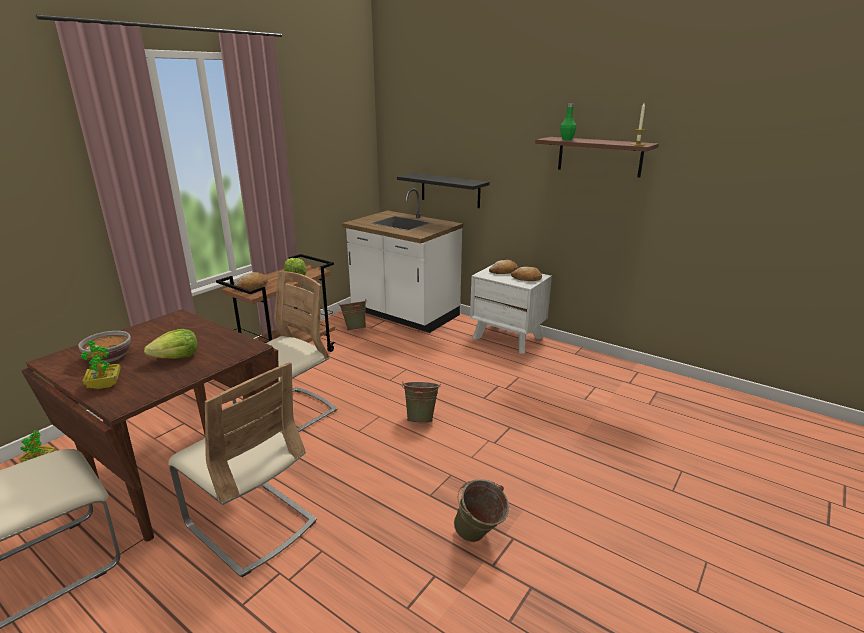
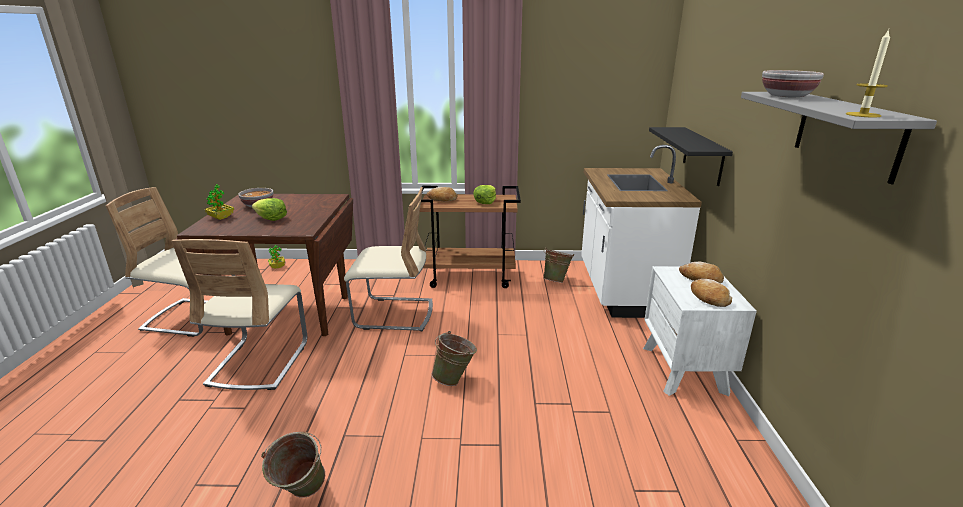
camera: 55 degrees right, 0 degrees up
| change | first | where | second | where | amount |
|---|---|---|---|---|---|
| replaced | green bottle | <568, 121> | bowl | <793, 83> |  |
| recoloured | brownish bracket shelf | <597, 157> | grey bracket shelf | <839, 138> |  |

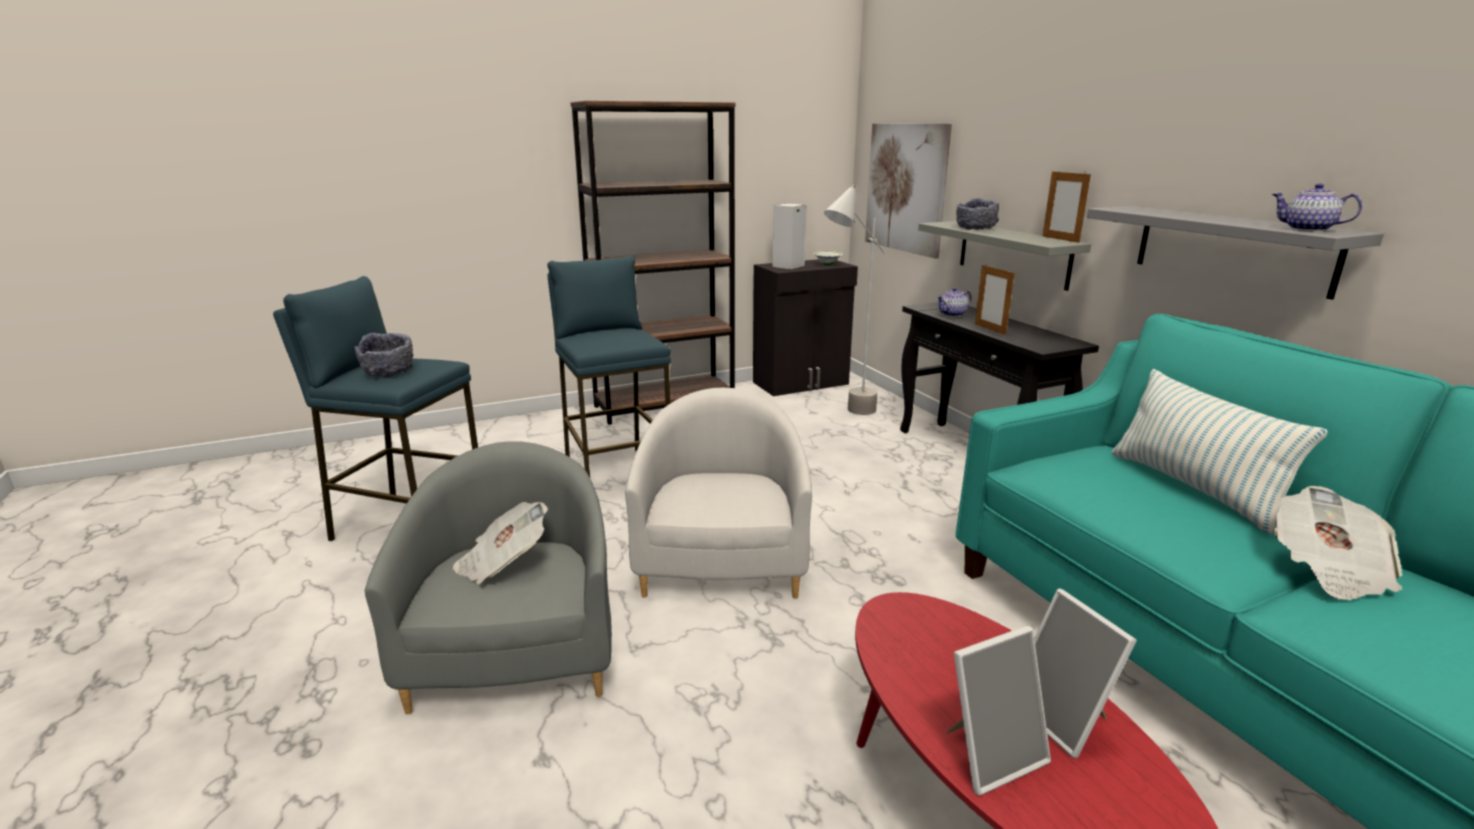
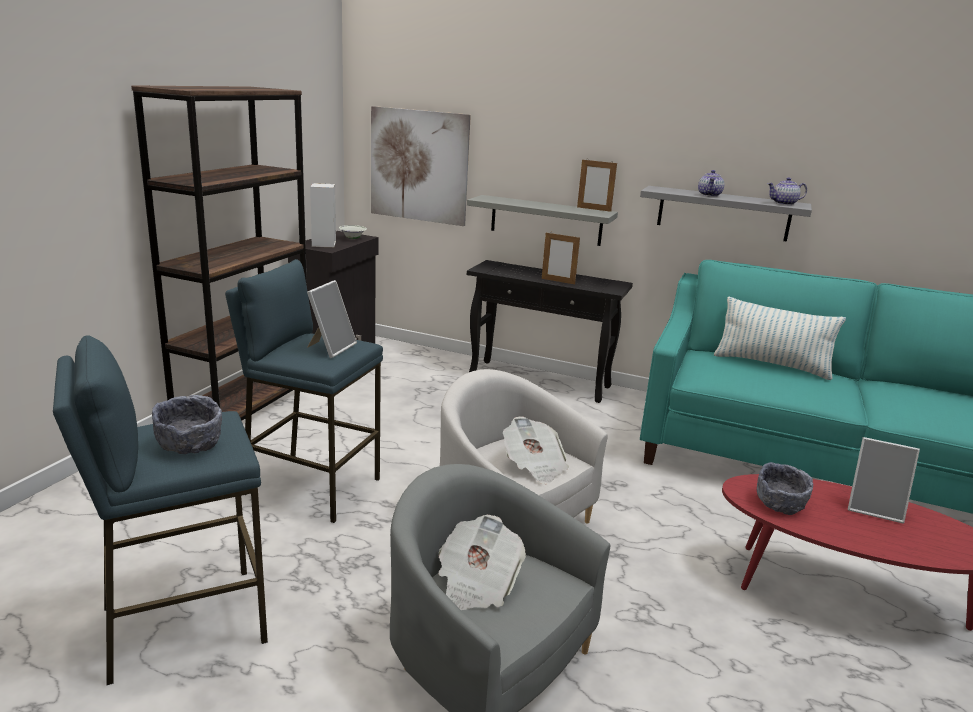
camera: 45 degrees left, 0 degrees up
| change | first | where | second | where | amount |
|---|---|---|---|---|---|
| removed | grey floor lamp | <854, 299> |  |  |  |
| moved | tea pot | <954, 302> |  | <711, 183> |  |
| moved | standing frame | <998, 711> |  | <332, 319> |  |
| moved | grey bowl | <977, 214> |  | <785, 488> |  |
| moved | printed paper | <1338, 543> |  | <536, 450> |  |

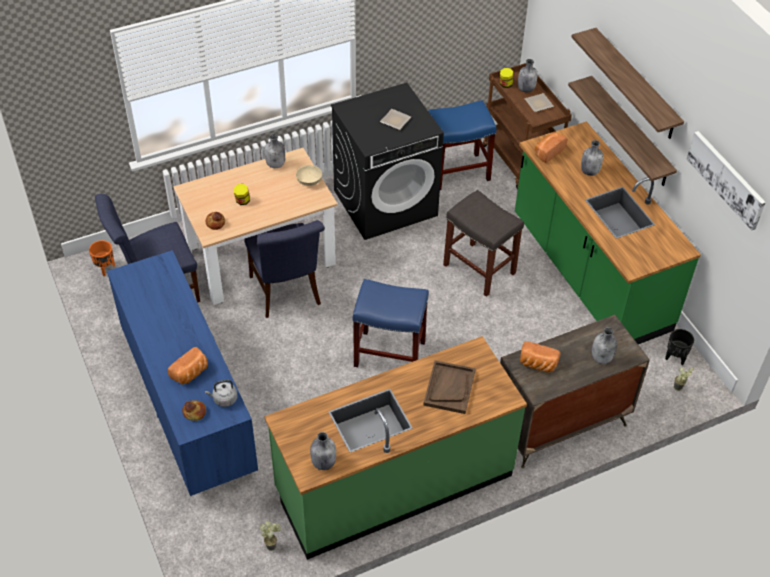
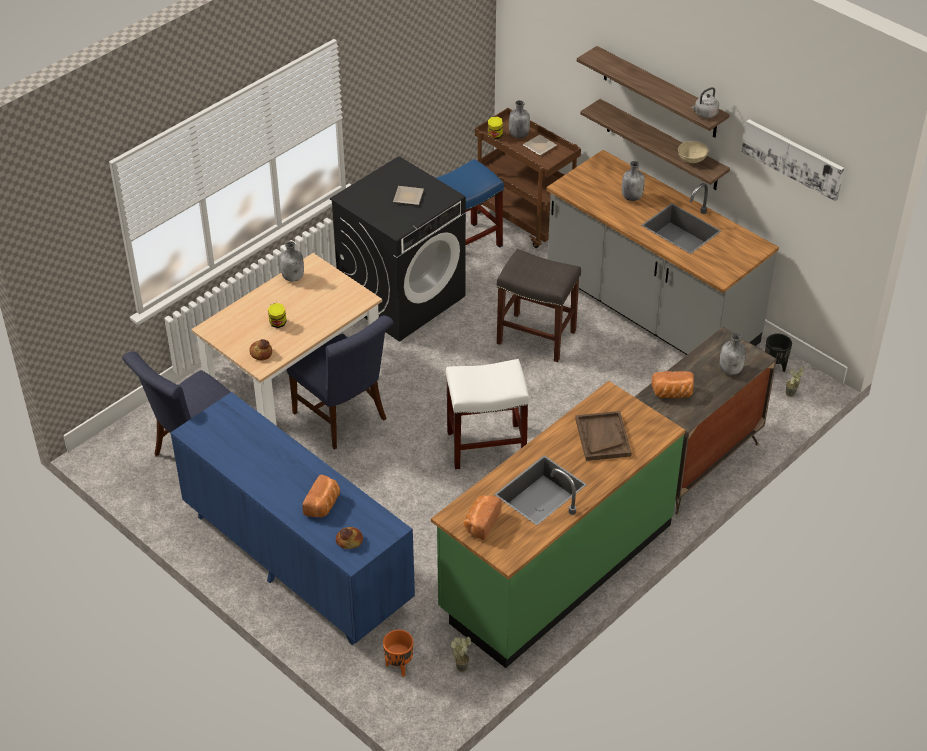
camera: 20 degrees left, 5 degrees down
| change | first | where | second | where | amount |
|---|---|---|---|---|---|
| removed | grey bottle | <323, 451> |  |  |  |
| moved | orange-coloured flower pot | <102, 258> |  | <398, 653> |  |
| moved | grey tea kettle | <221, 393> |  | <705, 102> |  |
| moved | beige-coloured bowl | <308, 175> |  | <693, 152> |  |
| moved | bakery bread | <551, 148> |  | <483, 517> |  |
| recoloured | blue stool seat | <391, 323> | white-coloured stool seat | <487, 414> |  |
| recoloured | green kitchen counter | <608, 232> | grey kitchen counter | <662, 252> |  |

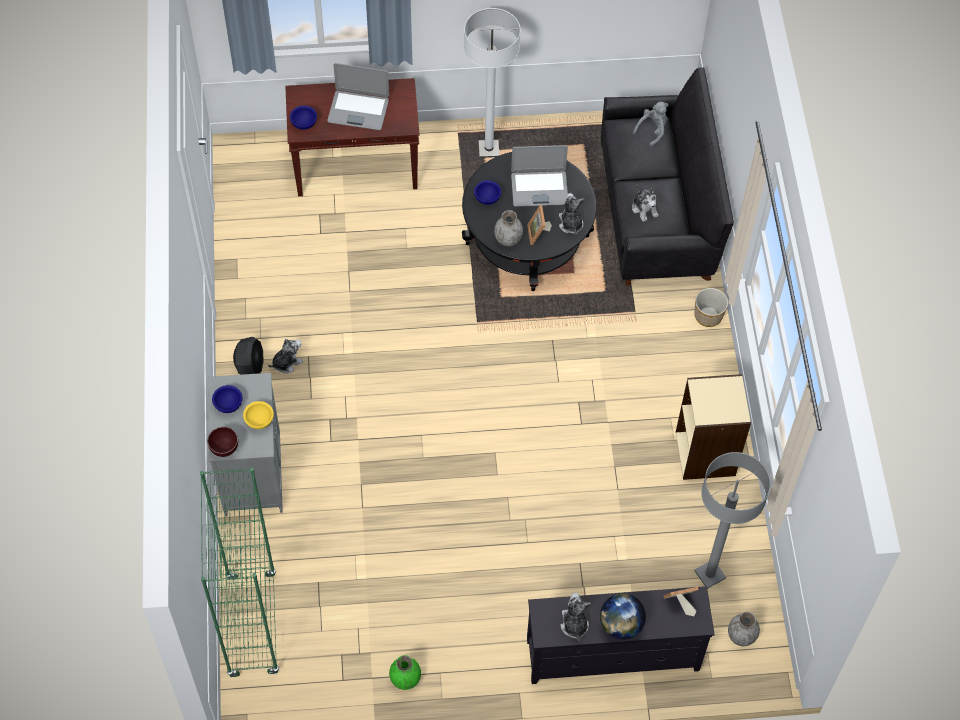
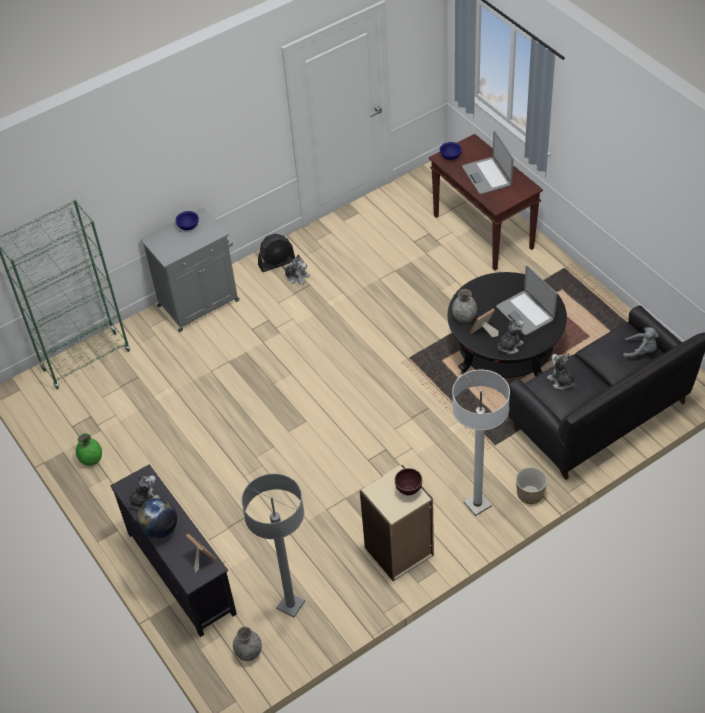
camera: 65 degrees right, 10 degrees down
| change | first | where | second | where | amount |
|---|---|---|---|---|---|
| removed | yellow-coloured bowl | <258, 415> |  |  |  |
| removed | blue bowl | <487, 192> |  |  |  |
| moved | brownish bowl | <222, 442> |  | <408, 481> |  |
| moved | white-coloured floor lamp | <492, 83> |  | <481, 442> |  |
| turned | plush toy | <645, 204> |  | <561, 371> | 105 degrees clockwise |

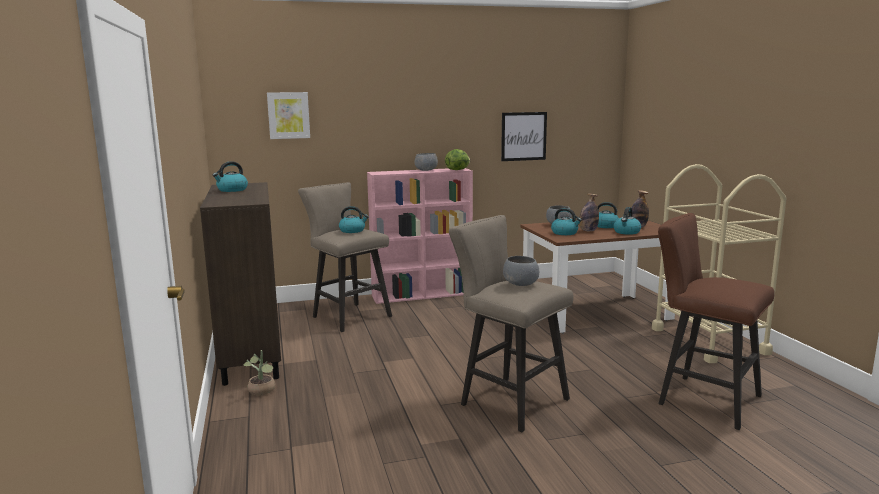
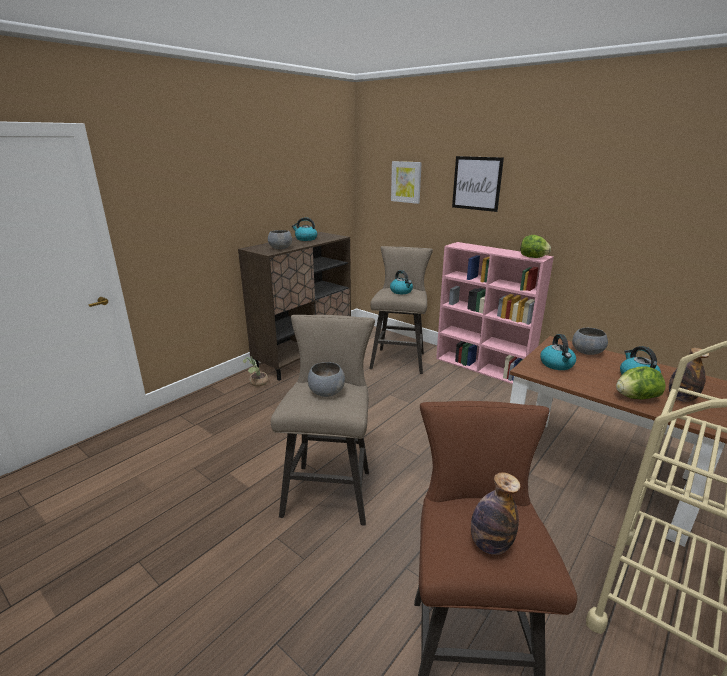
camera: 55 degrees right, 10 degrees up
| change | first | where | second | where | amount |
|---|---|---|---|---|---|
| moved | grey bowl | <426, 162> |  | <280, 239> |  |
| moved | picture | <524, 136> |  | <478, 184> |  |
| moved | bottle | <589, 213> |  | <495, 513> |  |
| replaced | tea kettle | <627, 221> | head of lettuce | <641, 383> |  |

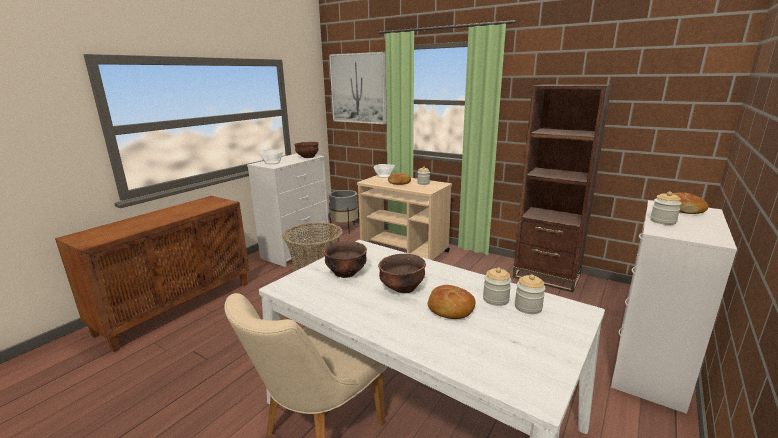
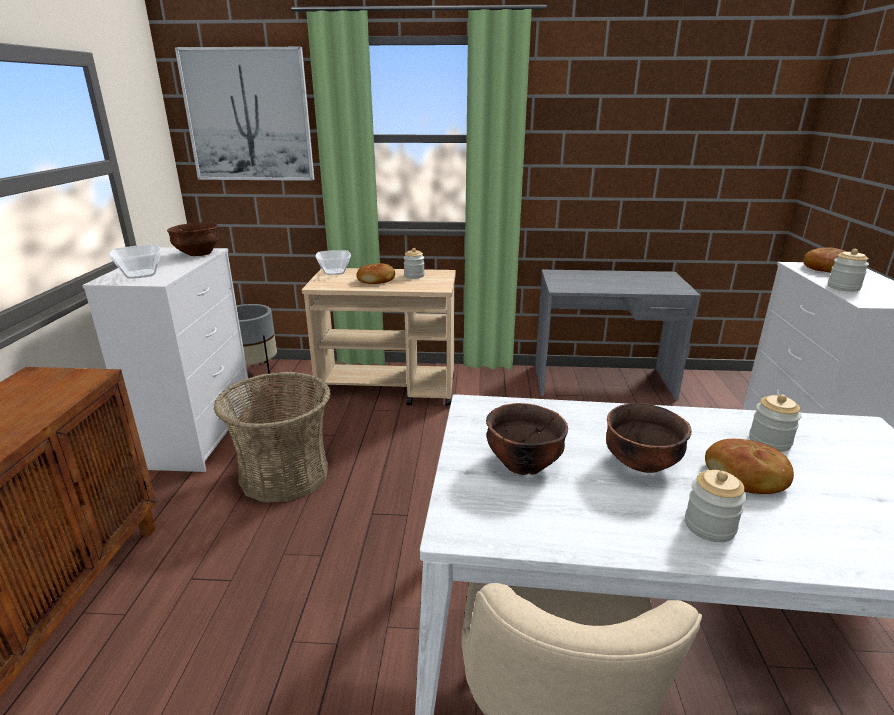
camera: 30 degrees left, 5 degrees up
| change | first | where | second | where | amount |
|---|---|---|---|---|---|
| moved | jar | <530, 294> |  | <715, 506> |  |
| replaced | brownish bookshelf | <562, 188> | grey desk table | <618, 335> |  |

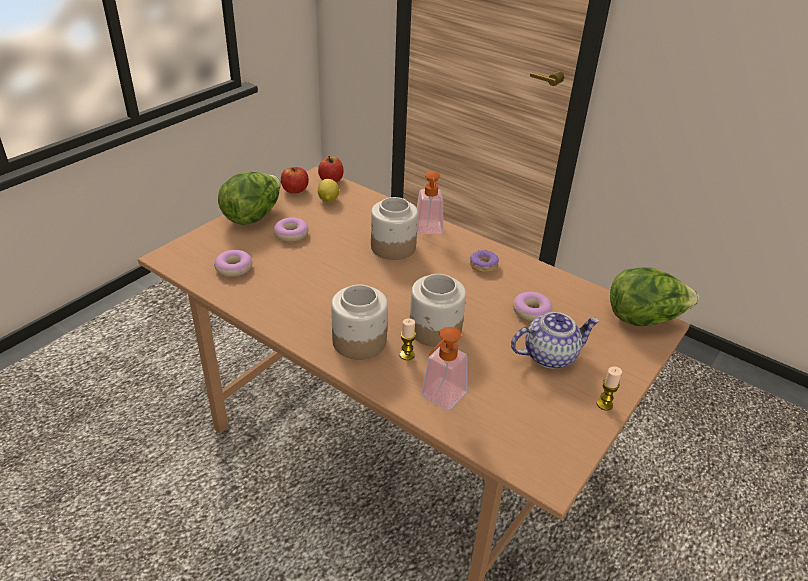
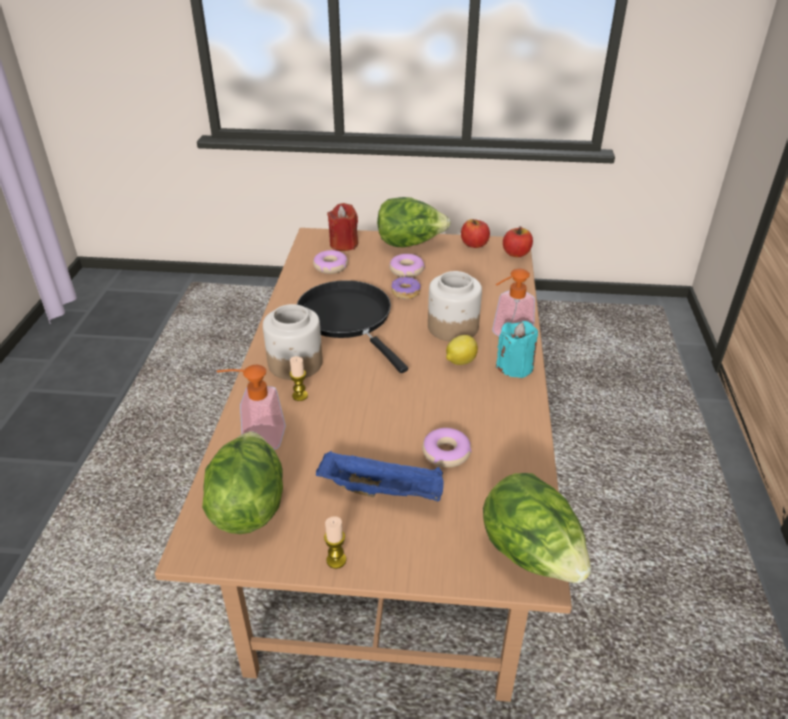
camera: 60 degrees right, 0 degrees up
| change | first | where | second | where | amount |
|---|---|---|---|---|---|
| removed | jar | <438, 310> |  |  |  |
| added |  |  | head of lettuce | <242, 482> |  |
| added |  |  | black-coloured frying pan | <352, 326> |  |
| added |  |  | red wax light | <342, 227> |  |
| added |  |  | blue-green wax light | <517, 349> |  |
| moved | whole lemon | <328, 191> |  | <462, 350> |  |
| moved | ring doughnut | <484, 261> |  | <406, 288> |  |
| replaced | tea pot | <555, 340> | blue carrying tray | <380, 475> |  |

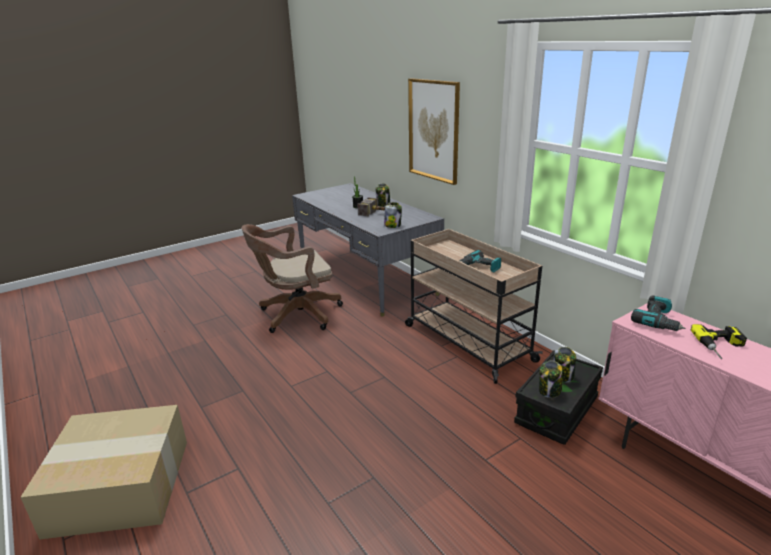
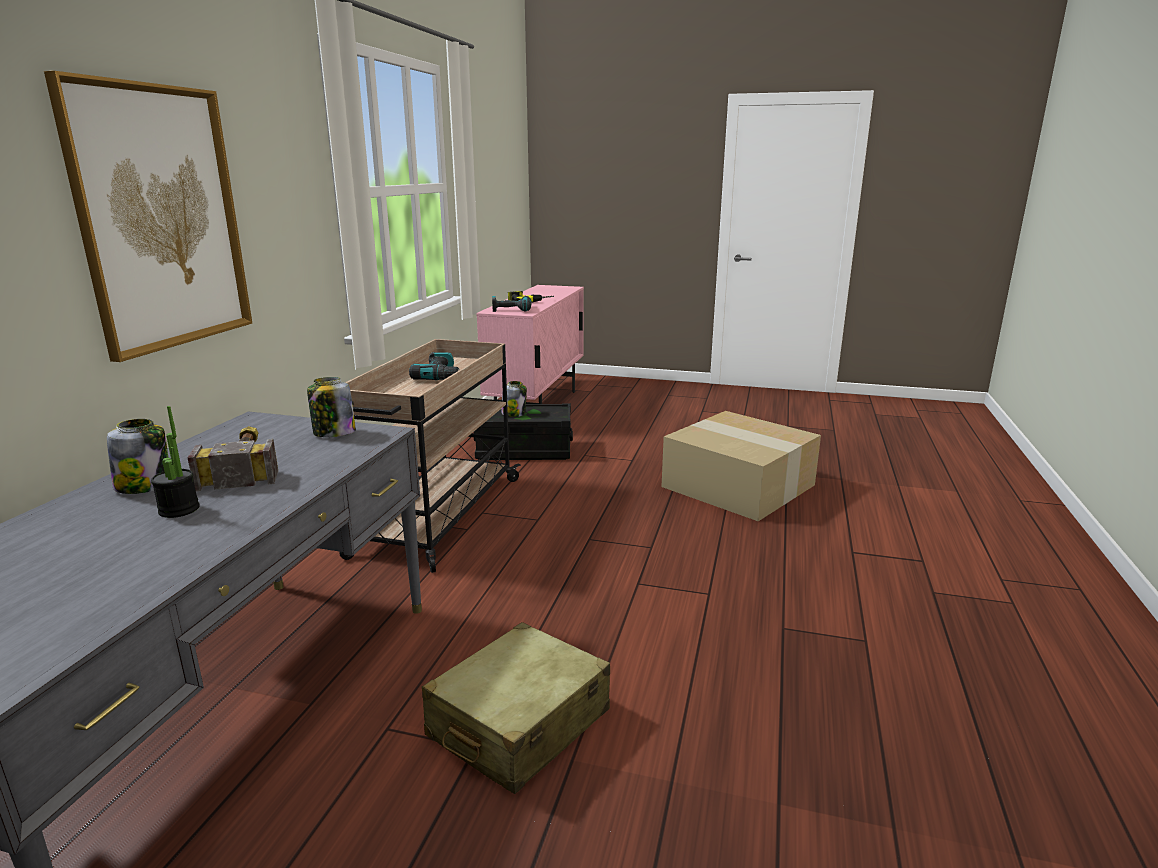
camera: 130 degrees left, 5 degrees down
| change | first | where | second | where | amount |
|---|---|---|---|---|---|
| removed | jar | <551, 379> |  |  |  |
| moved | cardboard box | <103, 472> |  | <741, 466> |  |
| replaced | brownish desk chair | <292, 278> | beige-coloured piece of luggage | <516, 708> |  |

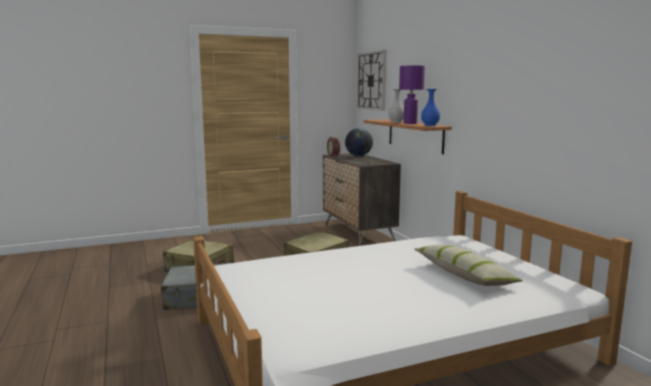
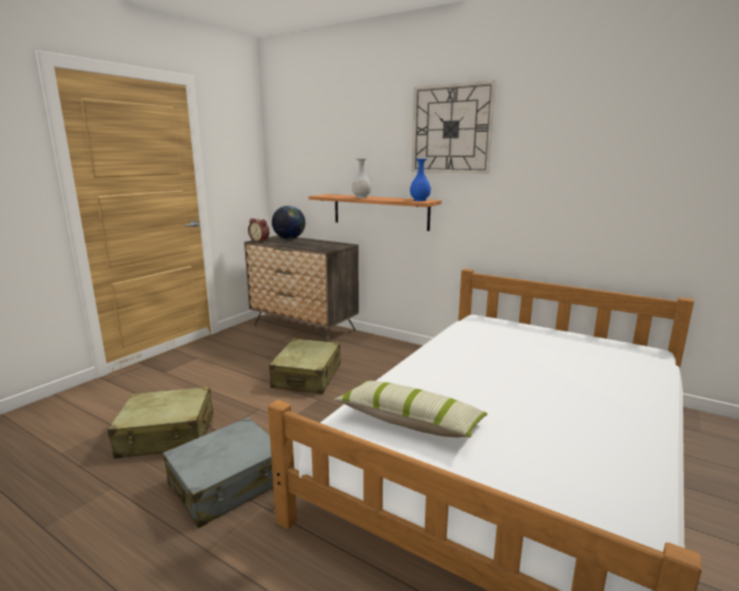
camera: 35 degrees left, 5 degrees up
| change | first | where | second | where | amount |
|---|---|---|---|---|---|
| removed | purple-coloured table lamp | <412, 94> |  |  |  |
| moved | clock on the wall | <371, 80> |  | <454, 127> |  |
| moved | throw pillow | <468, 265> |  | <411, 409> |  |

